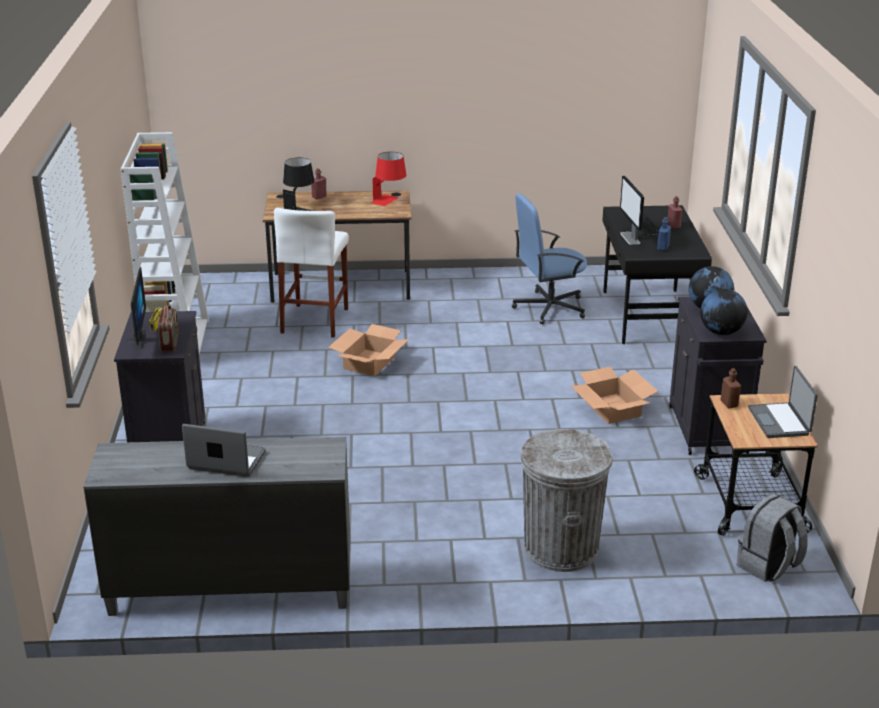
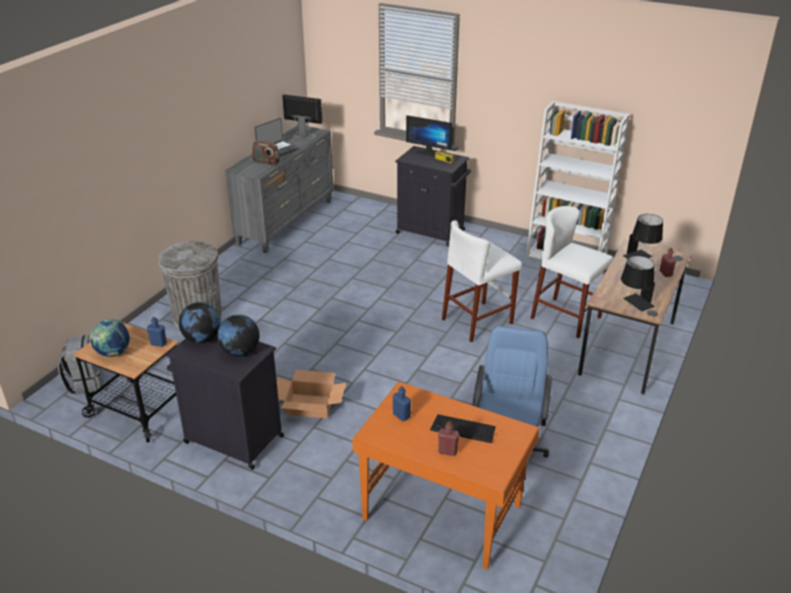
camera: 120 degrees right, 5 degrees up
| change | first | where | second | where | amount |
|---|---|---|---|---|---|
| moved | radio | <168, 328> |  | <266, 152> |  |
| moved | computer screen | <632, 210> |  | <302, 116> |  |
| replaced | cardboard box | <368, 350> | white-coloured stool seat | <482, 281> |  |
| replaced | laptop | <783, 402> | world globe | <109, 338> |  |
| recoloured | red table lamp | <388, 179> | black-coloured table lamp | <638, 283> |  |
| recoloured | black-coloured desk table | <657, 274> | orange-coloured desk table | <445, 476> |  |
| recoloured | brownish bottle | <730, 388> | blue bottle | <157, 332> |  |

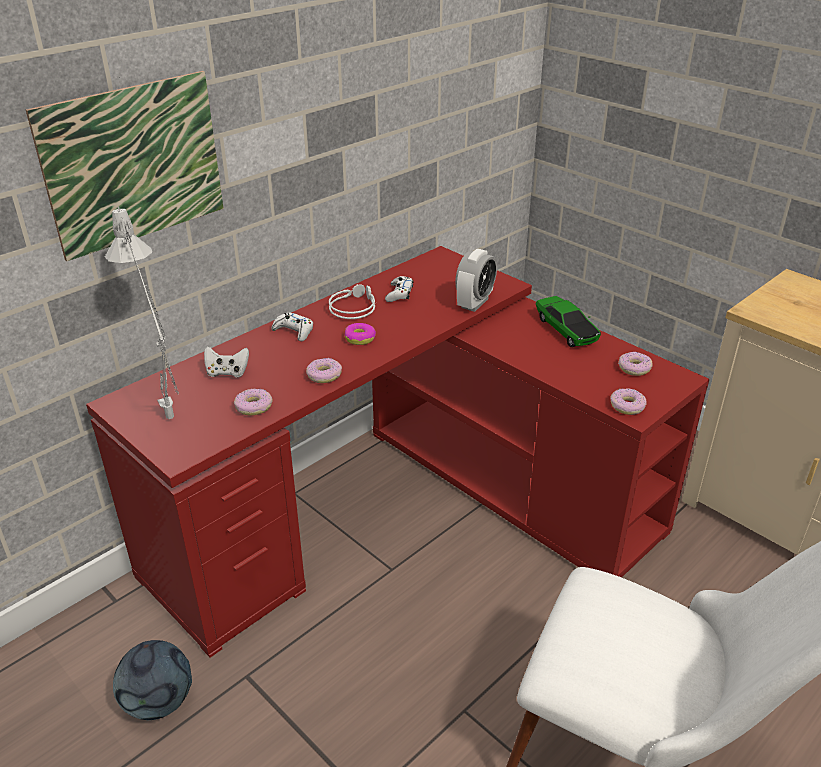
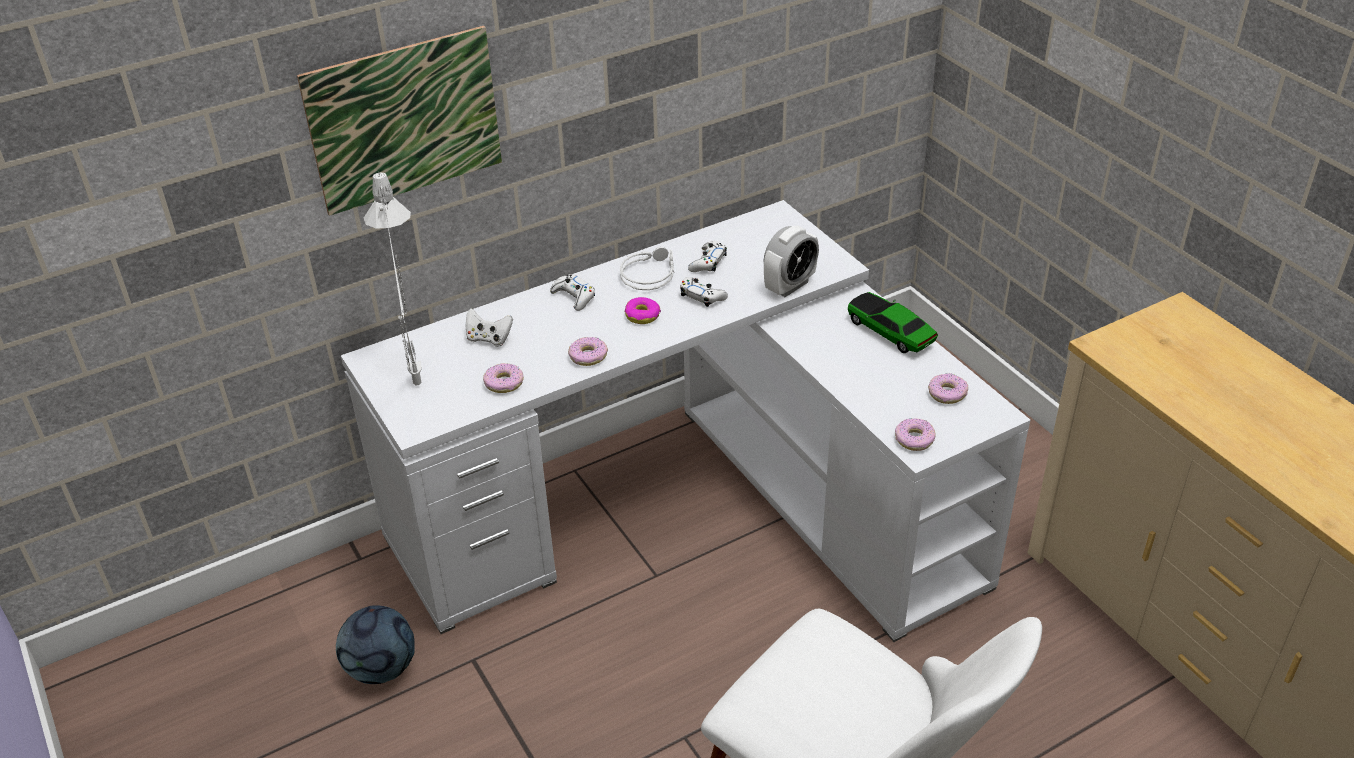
camera: 15 degrees right, 5 degrees up
| change | first | where | second | where | amount |
|---|---|---|---|---|---|
| added |  |  | white-coloured joypad | <704, 292> |  |
| recoloured | red desk table | <398, 451> | white-coloured desk table | <685, 421> |  |
| turned | miniature car | <568, 321> |  | <893, 322> | 150 degrees clockwise |

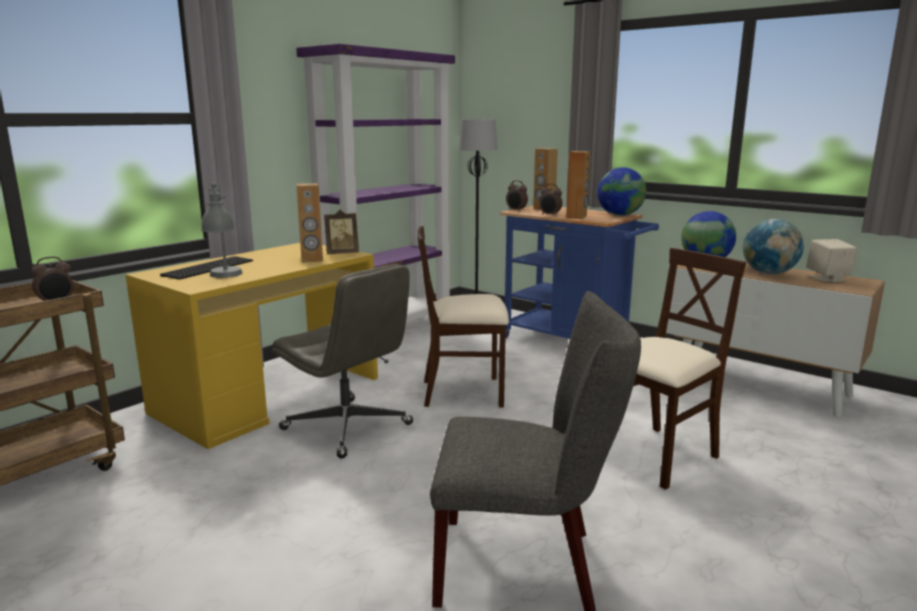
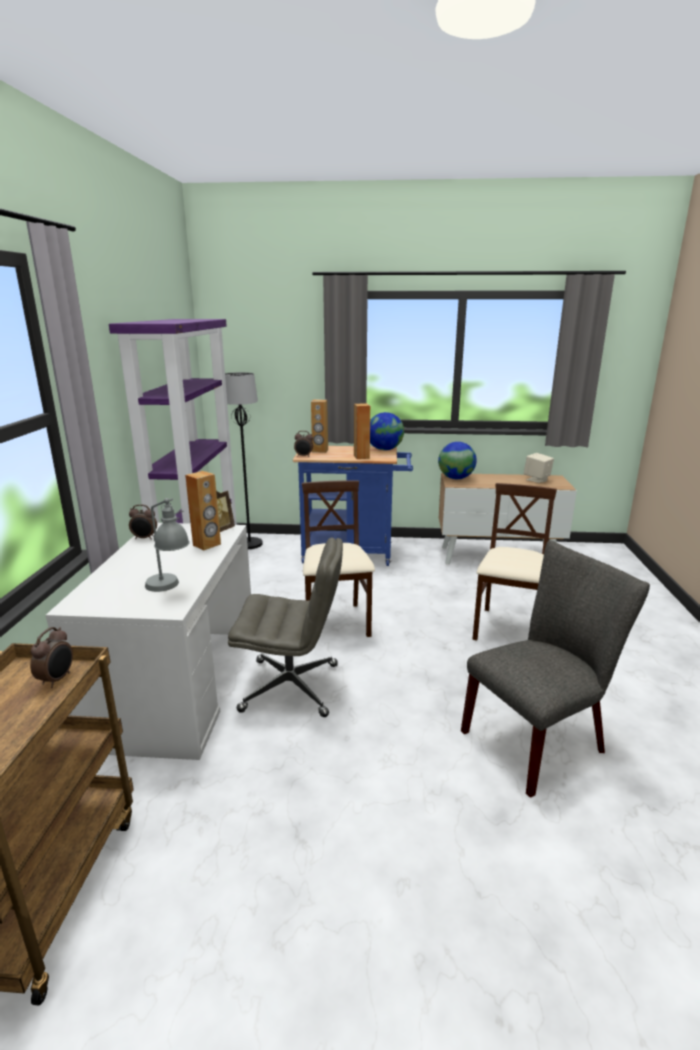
camera: 35 degrees left, 5 degrees up
| change | first | where | second | where | amount |
|---|---|---|---|---|---|
| removed | computer keyboard | <206, 268> |  |  |  |
| removed | world globe | <773, 246> |  |  |  |
| moved | table clock | <550, 200> |  | <143, 522> |  |
| recoloured | yellow-coloured desk table | <251, 346> | white-coloured desk table | <148, 641> |  |
| turned | beige-coloured upright chair | <463, 317> |  | <338, 558> | 120 degrees clockwise |

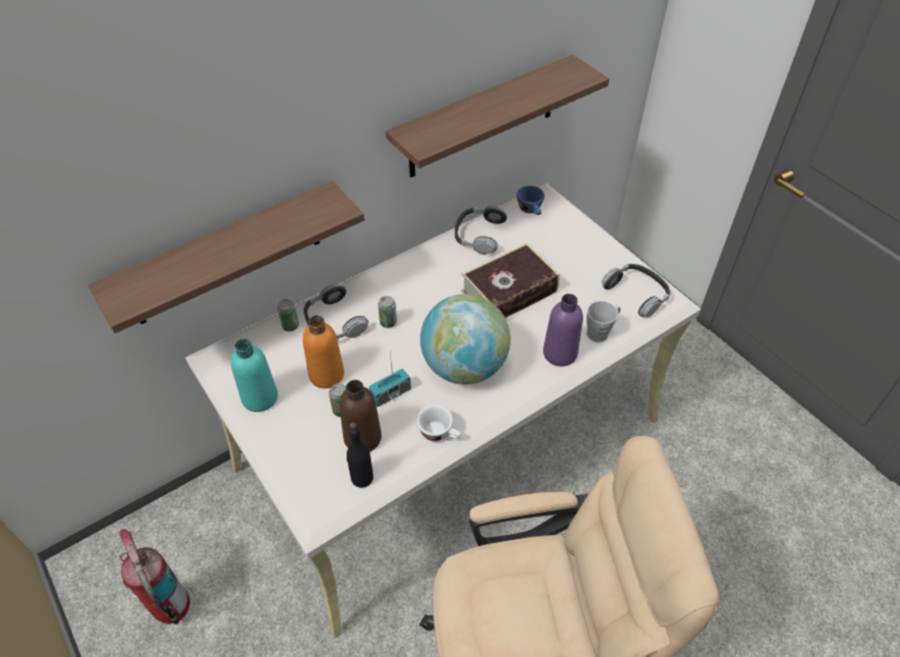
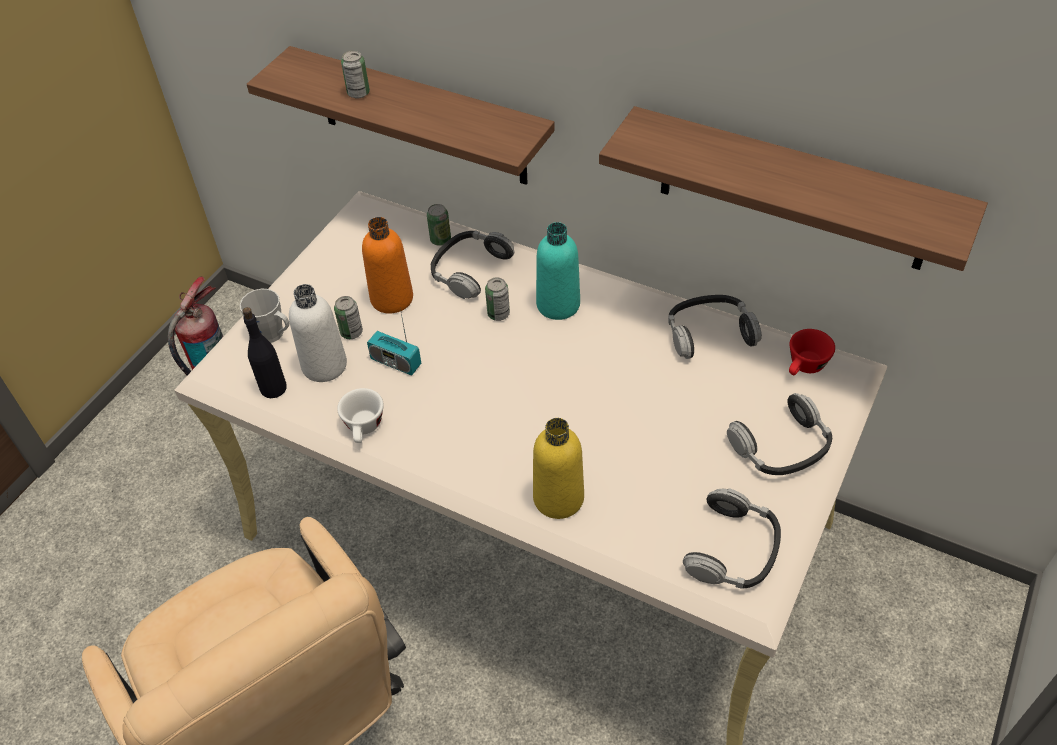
camera: 65 degrees right, 0 degrees up
| change | first | where | second | where | amount |
|---|---|---|---|---|---|
| removed | world globe | <465, 339> |  |  |  |
| removed | bound book | <510, 280> |  |  |  |
| added |  |  | sealed can | <355, 74> |  |
| added |  |  | headphones | <779, 434> |  |
| moved | blue-green bottle | <254, 375> |  | <558, 271> |  |
| moved | grey tea mug | <604, 321> |  | <265, 315> |  |
| recoloured | brownish bottle | <360, 416> | white-coloured bottle | <318, 333> |  |
| recoloured | blue drinking cup | <531, 200> | red drinking cup | <812, 352> |  |
| recoloured | purple-coloured bottle | <563, 330> | yellow-coloured bottle | <558, 468> |  |

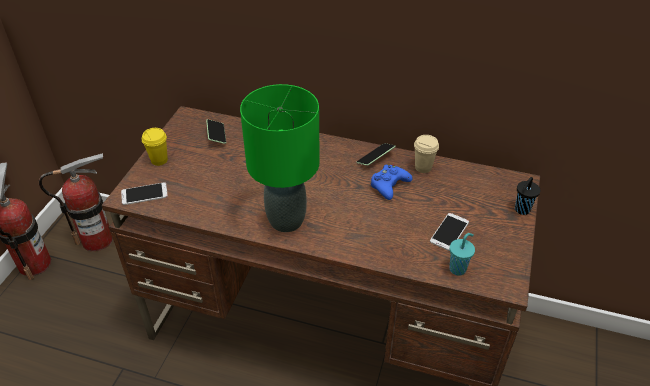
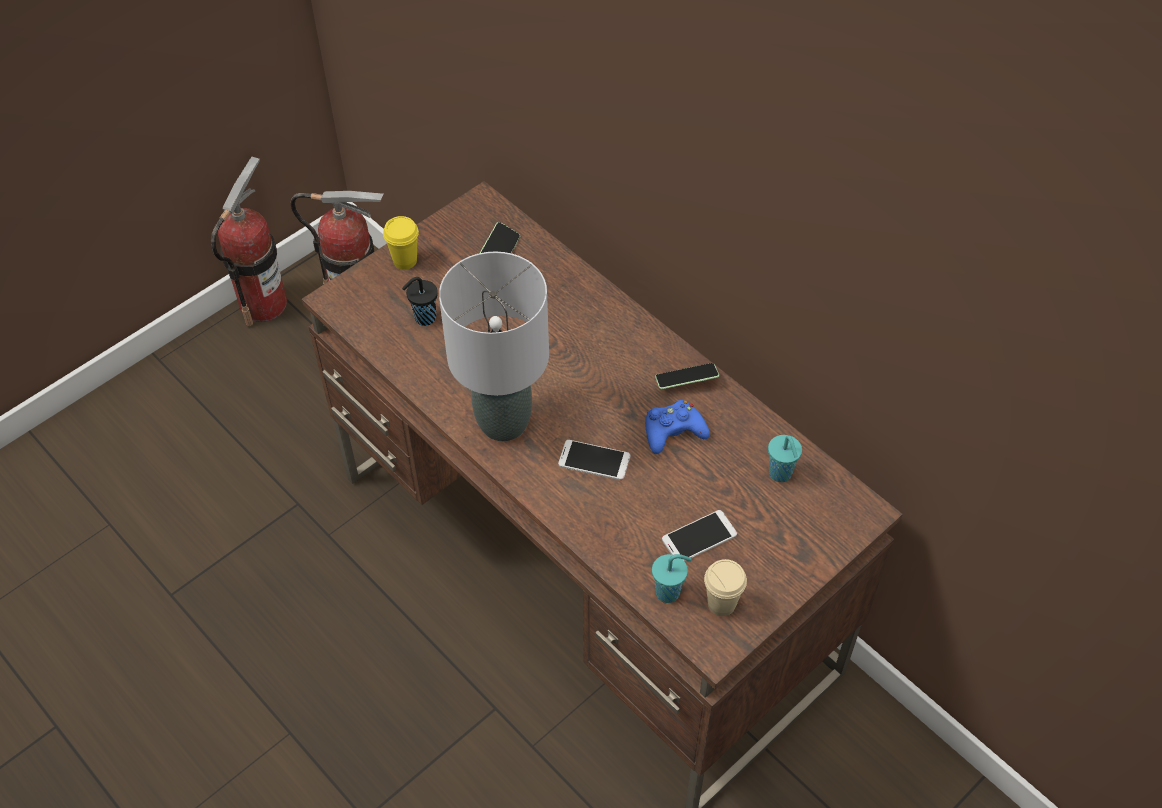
camera: 30 degrees right, 10 degrees up
| change | first | where | second | where | amount |
|---|---|---|---|---|---|
| added |  |  | blue-green drinking cup | <785, 458> |  |
| moved | phone | <144, 193> |  | <594, 460> |  |
| moved | beige-coloured drinking cup | <426, 154> |  | <725, 587> |  |
| moved | black-coloured drinking cup | <527, 196> |  | <420, 301> |  |
| recoloured | green table lamp | <280, 158> | grey table lamp | <494, 346> |  |

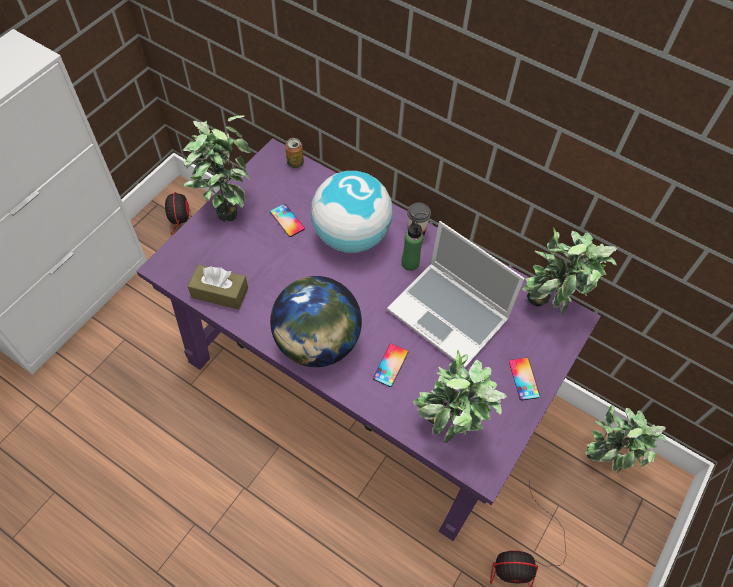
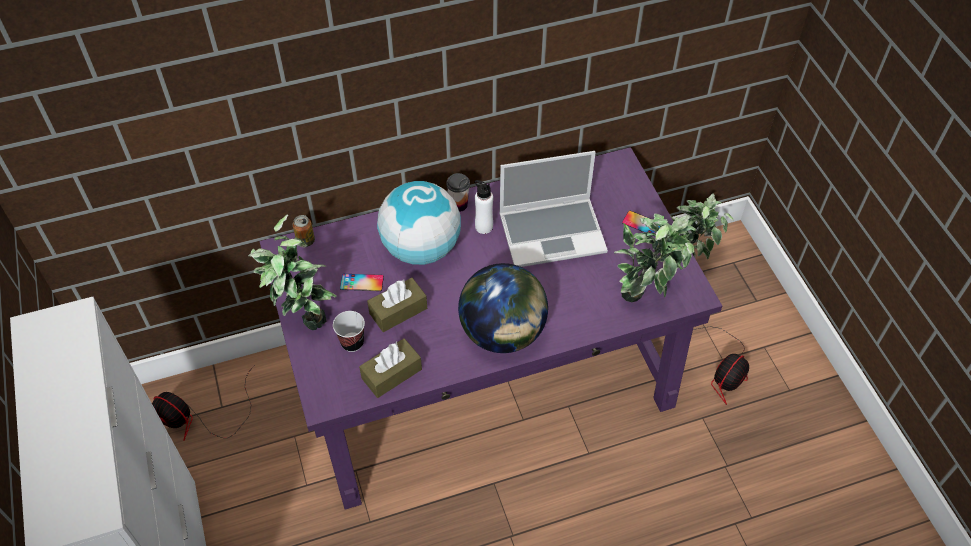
camera: 50 degrees left, 5 degrees down
| change | first | where | second | where | amount |
|---|---|---|---|---|---|
| removed | phone | <390, 365> |  |  |  |
| removed | potted plant | <569, 271> |  |  |  |
| added |  |  | drinking cup | <349, 331> |  |
| added |  |  | brownish tissue box | <397, 305> |  |
| recoloured | green bottle | <413, 243> | white-coloured bottle | <483, 207> |  |

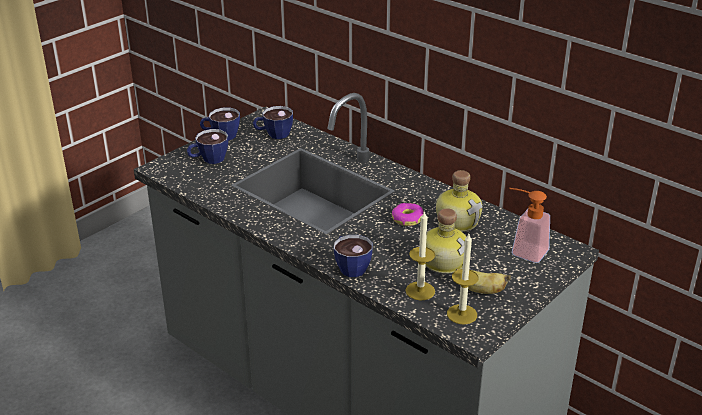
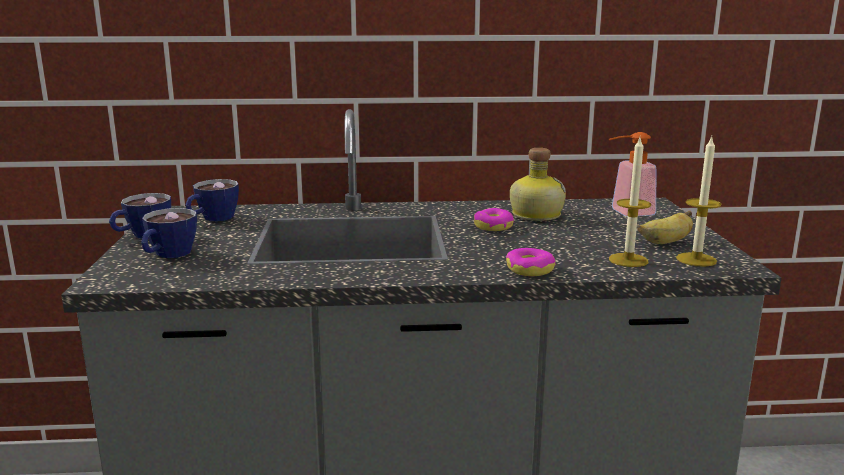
camera: 45 degrees left, 15 degrees down
| change | first | where | second | where | amount |
|---|---|---|---|---|---|
| removed | bottle | <446, 241> |  |  |  |
| replaced | drinking cup | <353, 256> | ring doughnut | <531, 262> |  |

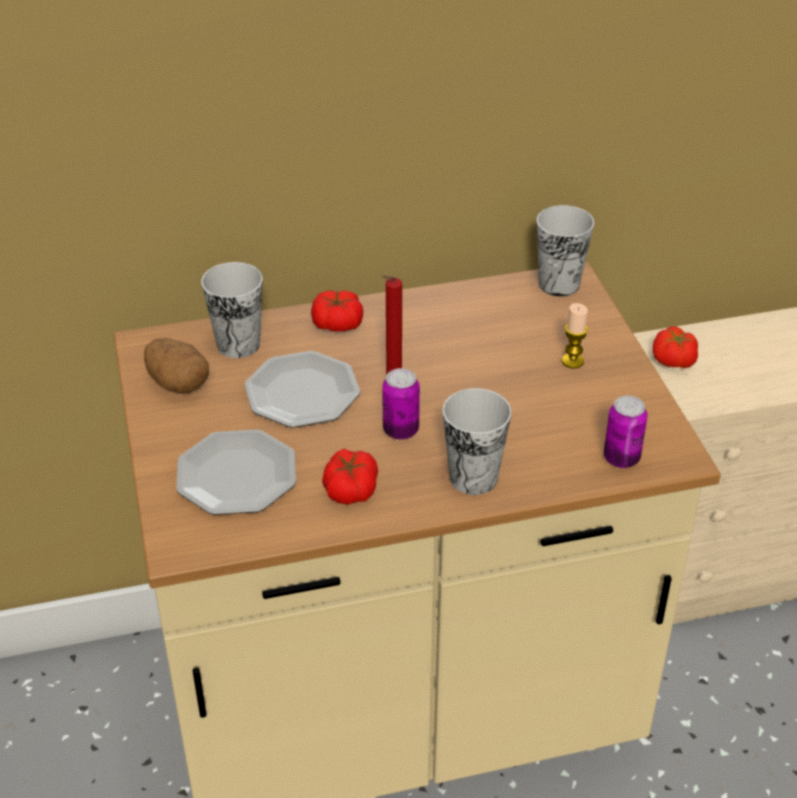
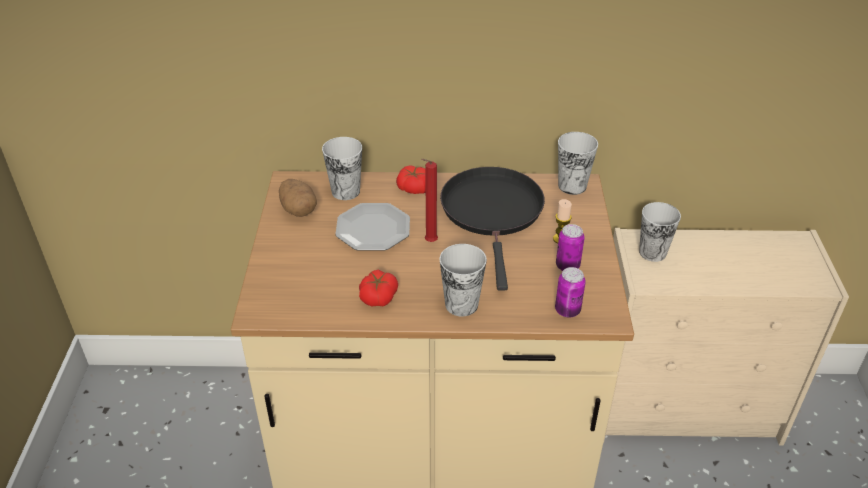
camera: 15 degrees right, 0 degrees up
| change | first | where | second | where | amount |
|---|---|---|---|---|---|
| removed | plate | <236, 472> |  |  |  |
| added |  |  | black-coloured frying pan | <492, 229> |  |
| moved | sealed can | <401, 404> |  | <570, 247> |  |
| replaced | tomato | <675, 347> | drinking cup | <660, 232> |  |

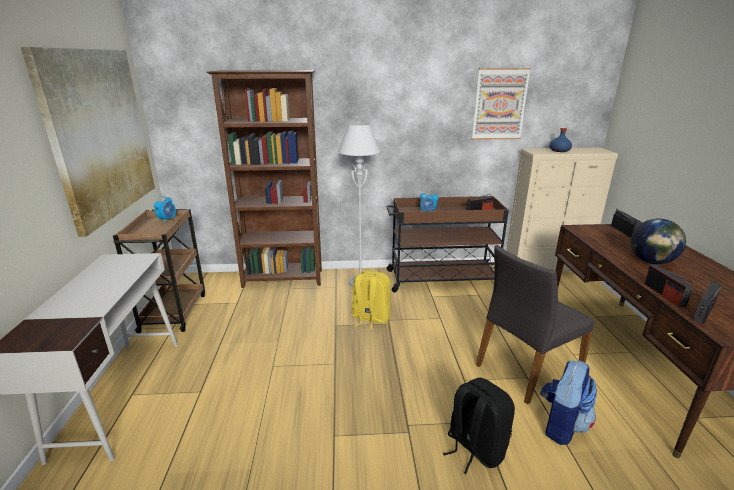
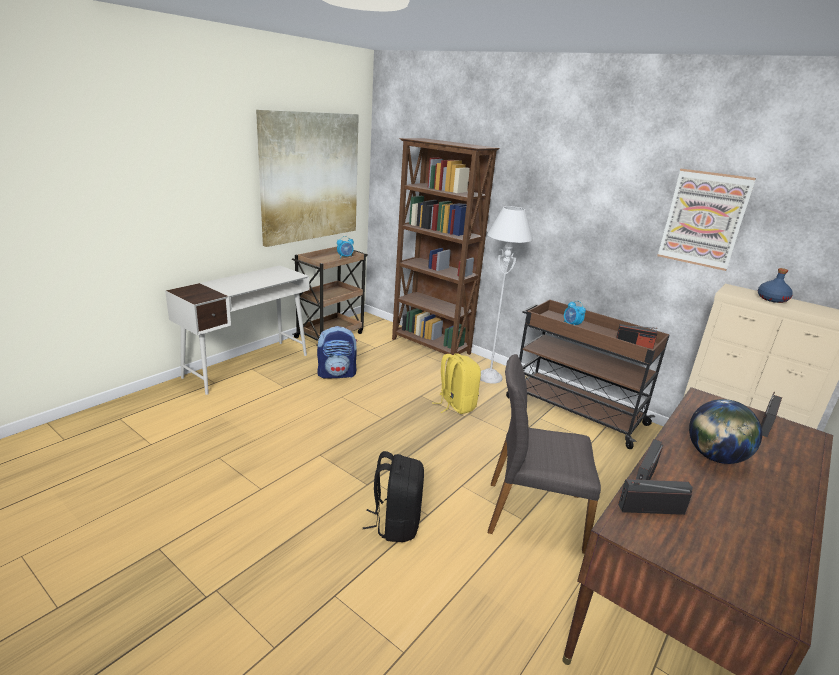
camera: 40 degrees right, 0 degrees up
| change | first | where | second | where | amount |
|---|---|---|---|---|---|
| moved | rucksack | <568, 402> |  | <337, 352> |  |

